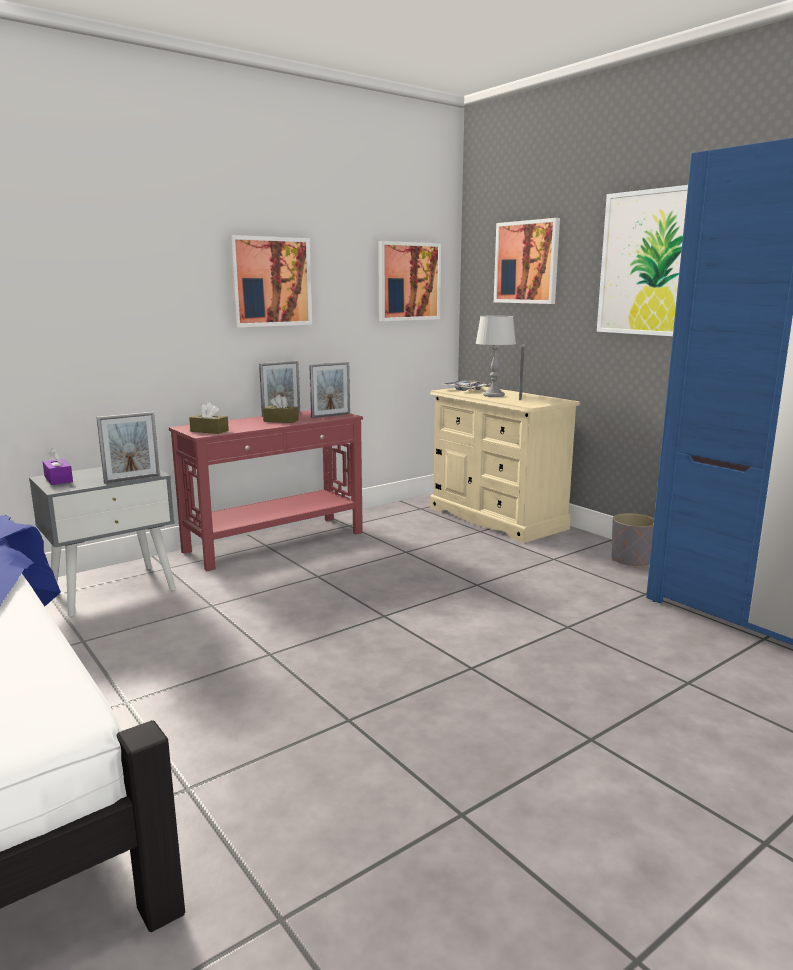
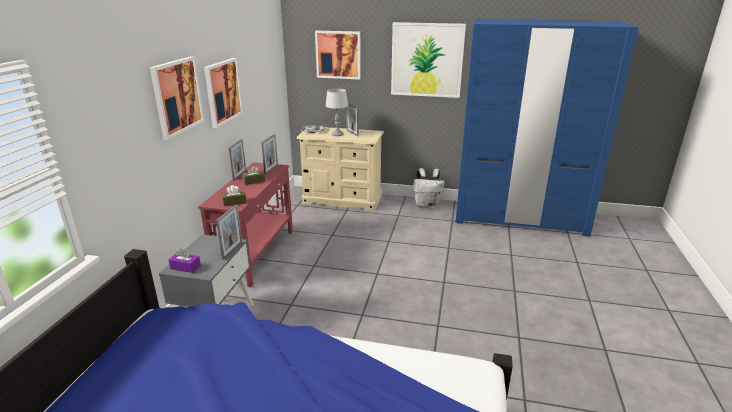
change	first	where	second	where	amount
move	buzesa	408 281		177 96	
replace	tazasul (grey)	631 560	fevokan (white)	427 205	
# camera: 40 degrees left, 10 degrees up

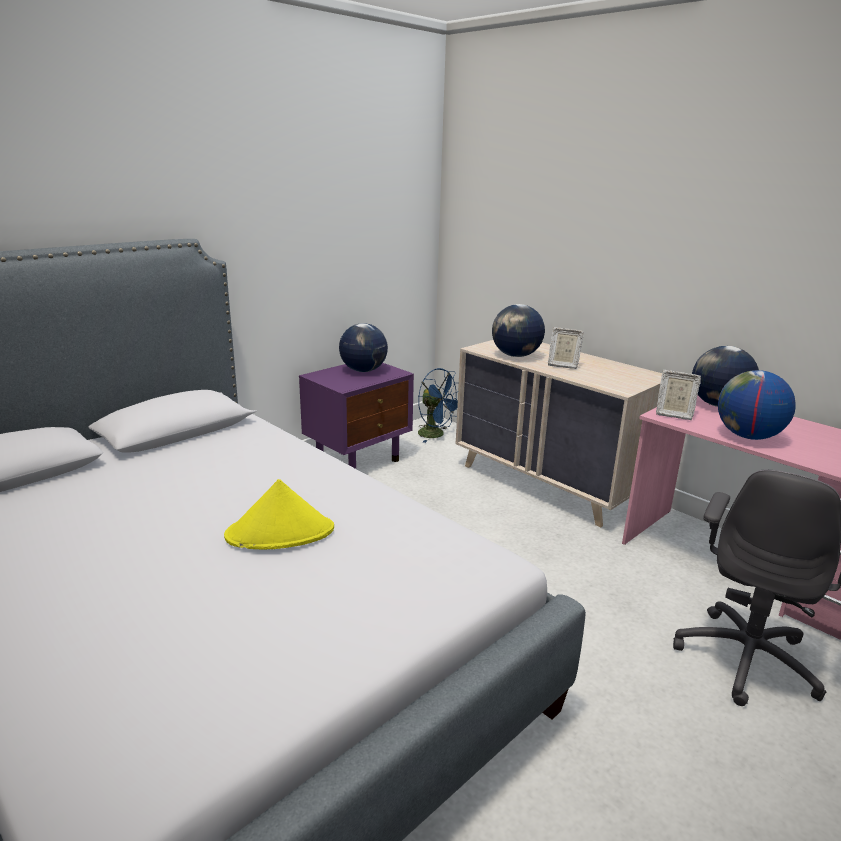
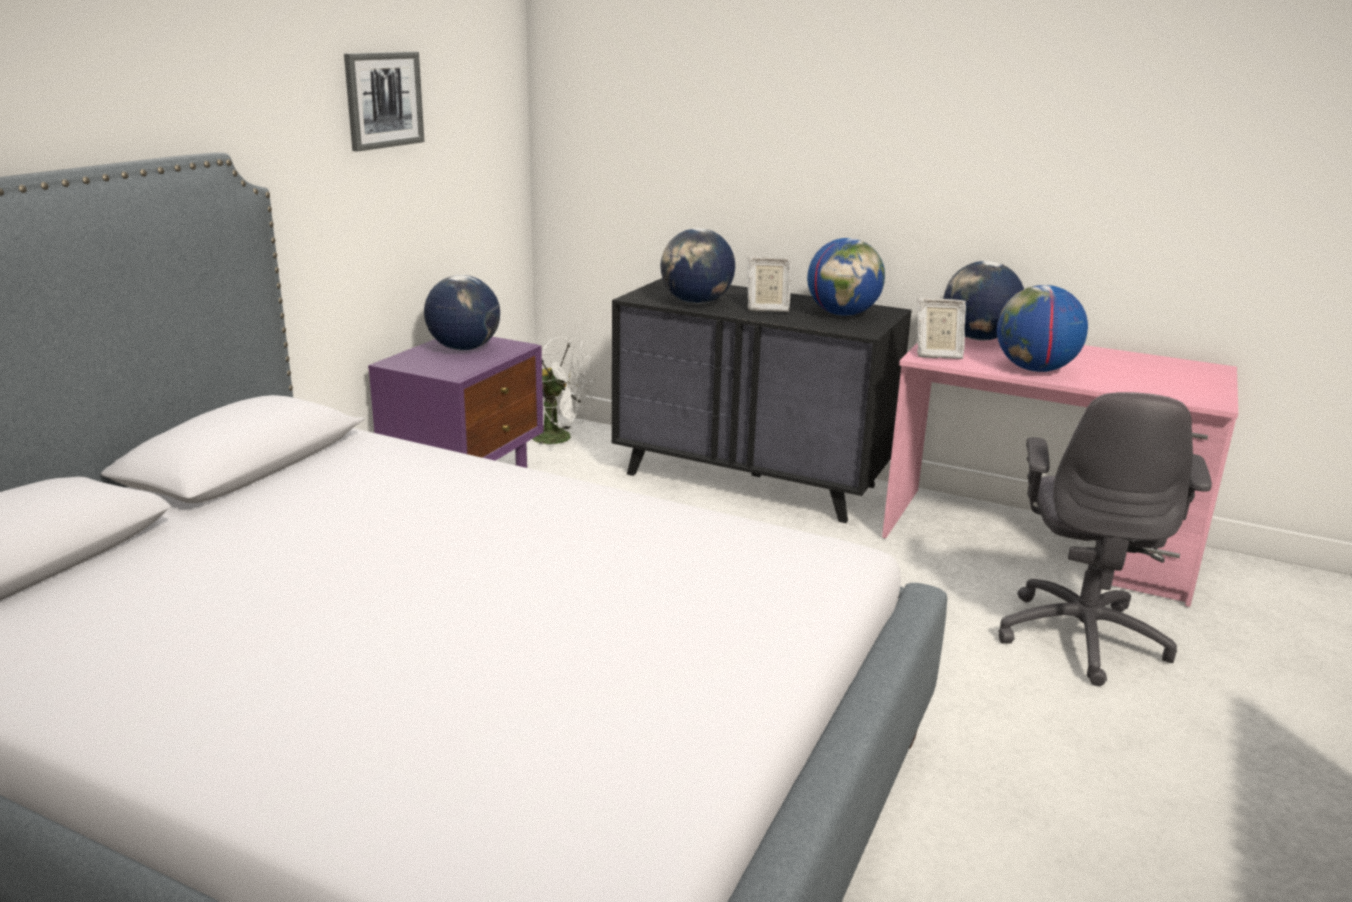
change	first	where	second	where	amount
delete	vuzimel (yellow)	281 533			
recolor	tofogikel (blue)	436 435	tofogikel (white)	560 438	
recolor	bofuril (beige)	549 483	bofuril (black)	752 480	
insert			buzesa	383 100	
insert			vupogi	843 314	
# camera: 20 degrees left, 0 degrees up

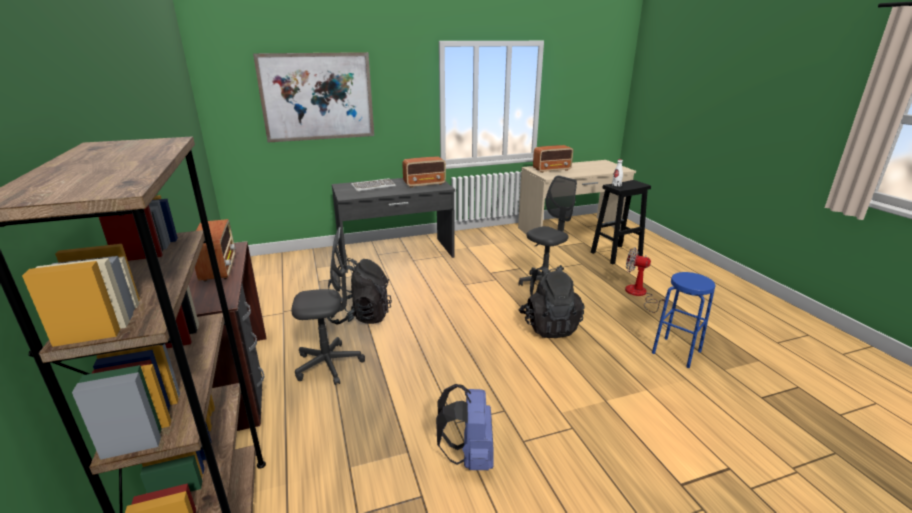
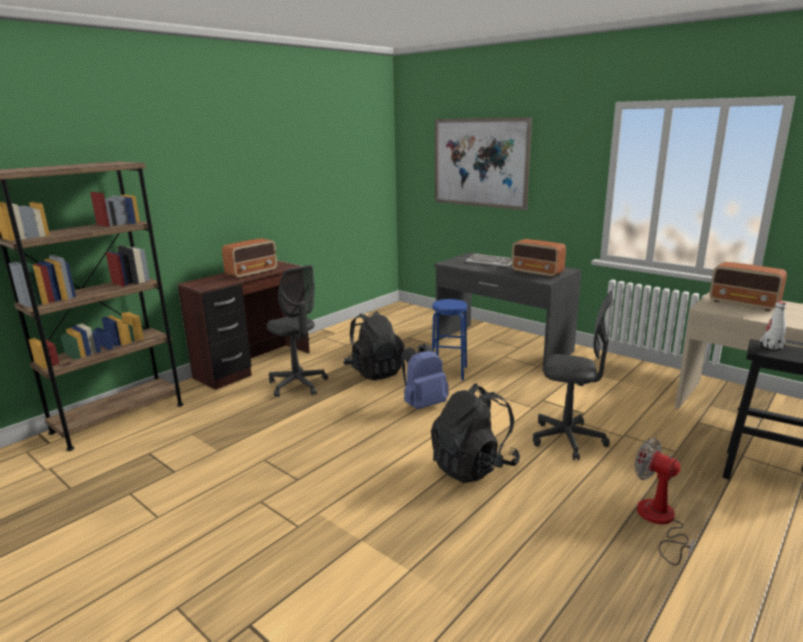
change	first	where	second	where	amount
move	fevokan (blue)	469 456		423 404	
rotate	tofogikel	639 295		659 521	45 degrees counterclockwise
move	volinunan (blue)	676 352		449 372	
# camera: 60 degrees right, 5 degrees down

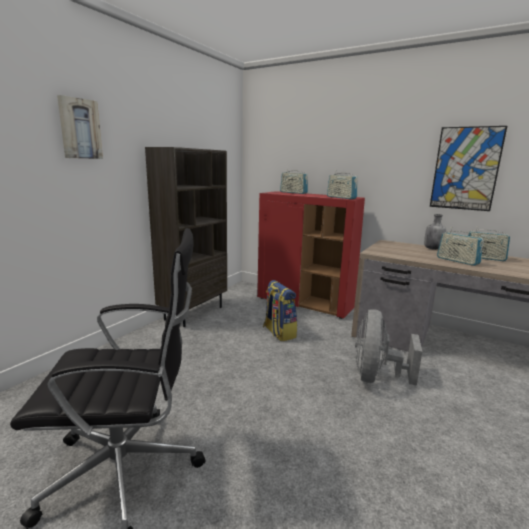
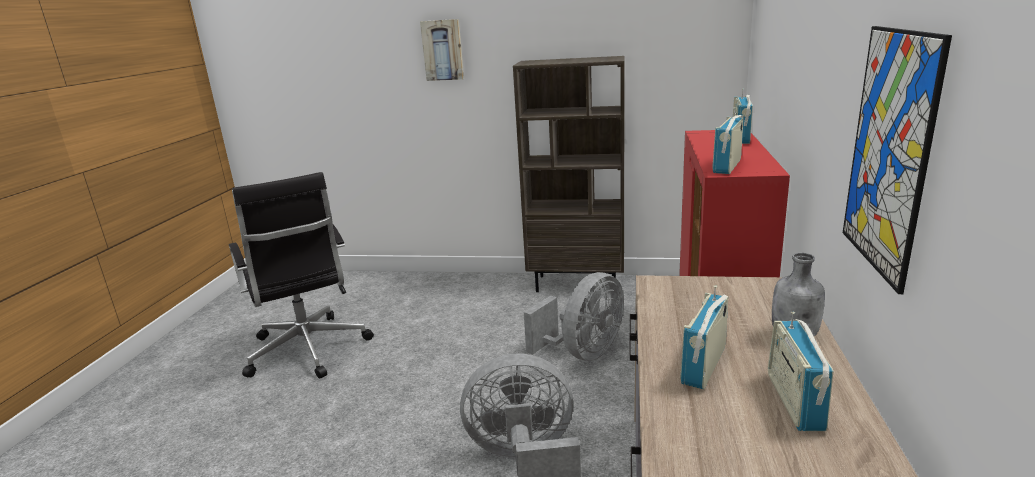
change	first	where	second	where	amount
replace	fevokan	278 333	tofogikel (grey)	583 352	
# camera: 70 degrees right, 5 degrees up

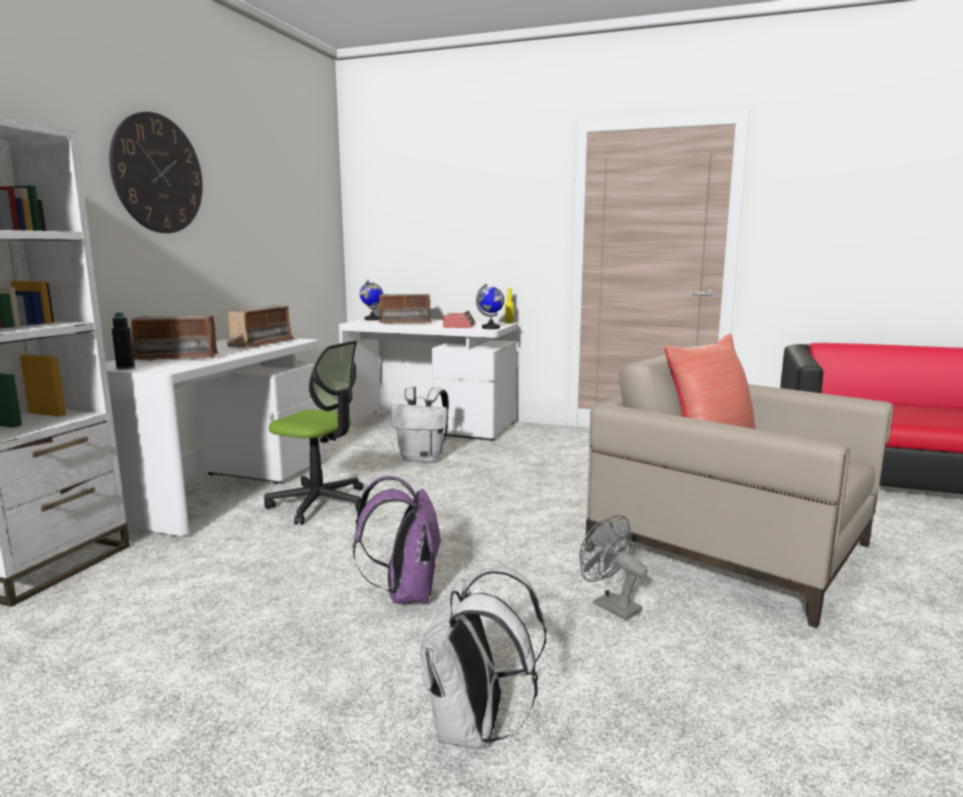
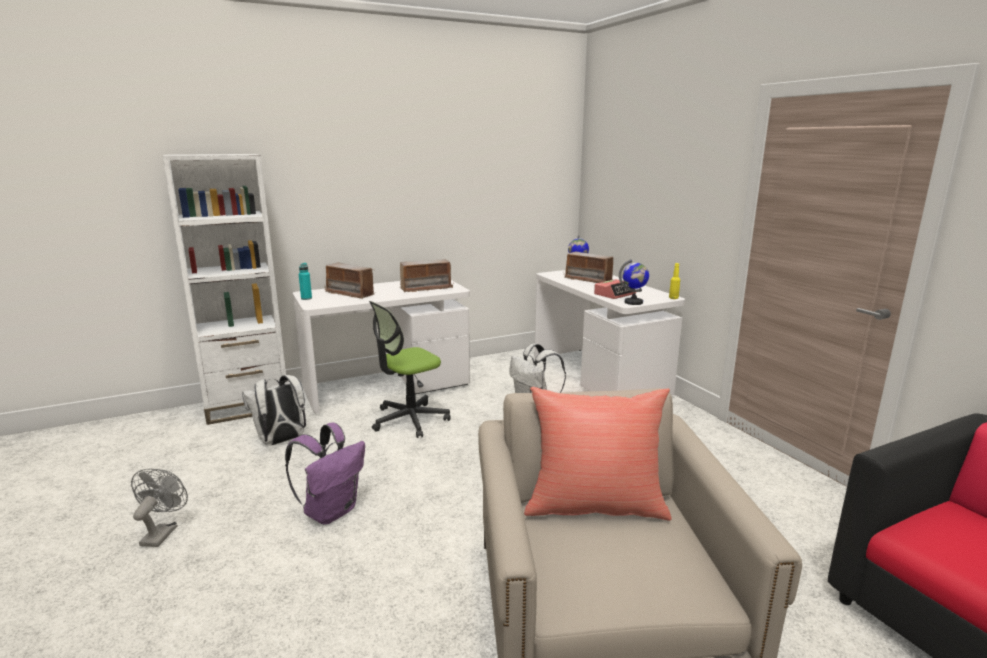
change	first	where	second	where	amount
delete	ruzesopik	158 174			
recolor	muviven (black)	125 368	muviven (turquoise)	306 298	
rotate	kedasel	320 503		409 420	75 degrees clockwise
move	fevokan (white)	474 729		281 441	
move	tofogikel (grey)	610 605		162 532	
# camera: 45 degrees right, 5 degrees up

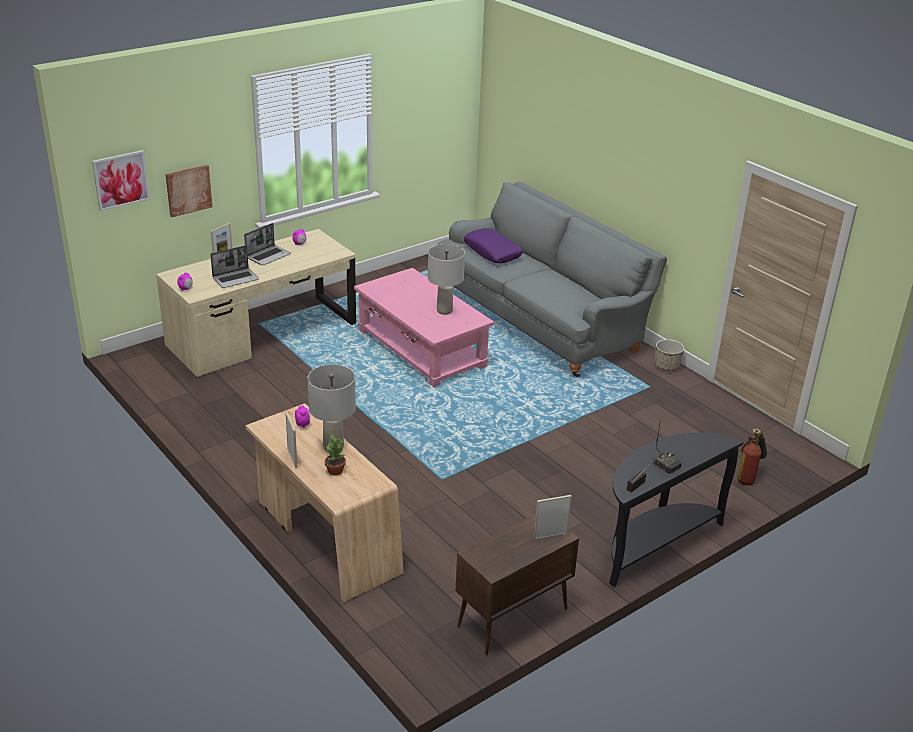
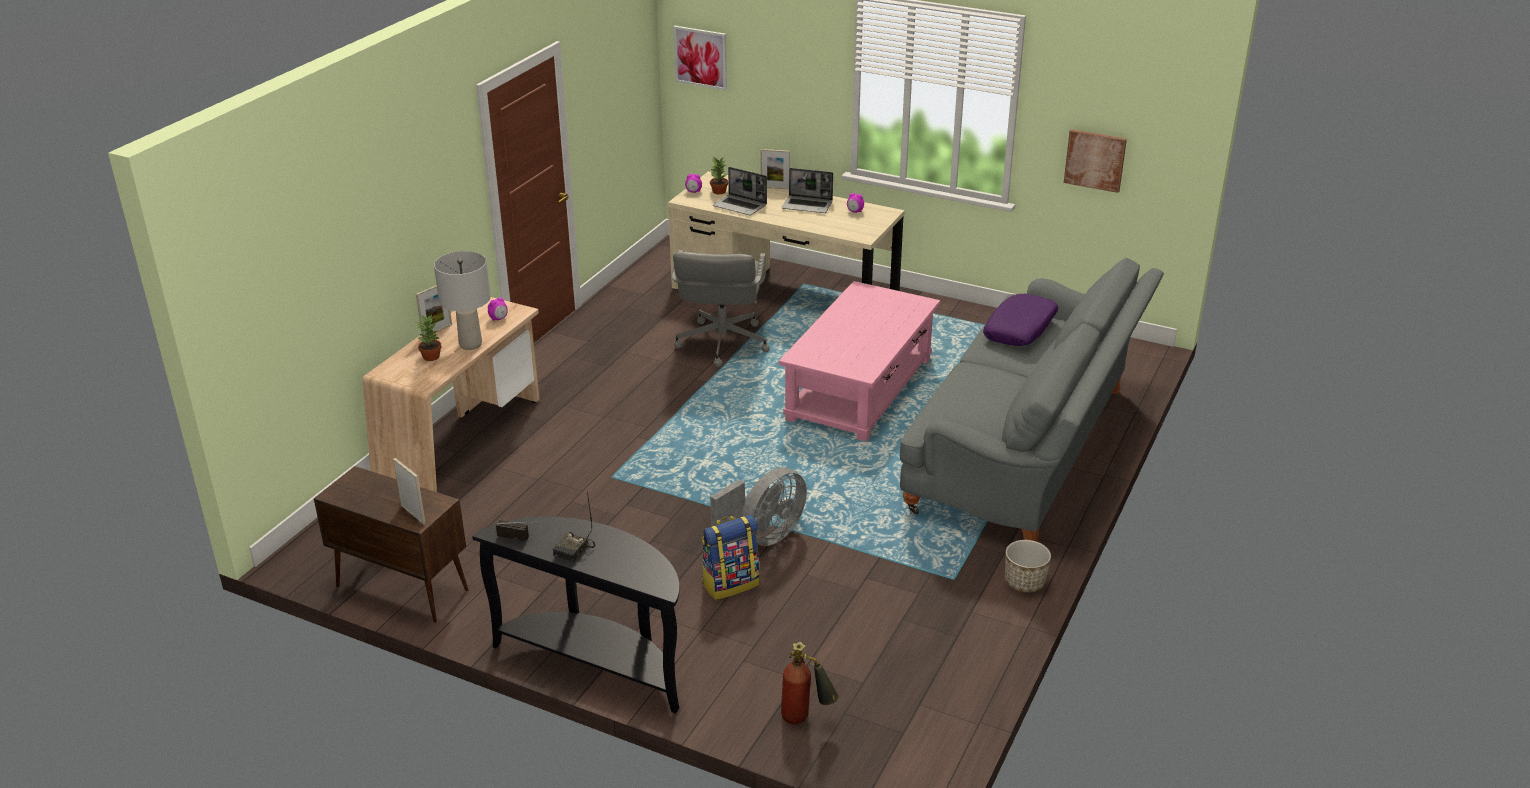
change	first	where	second	where	amount
move	buzesa	188 190		1095 160	
delete	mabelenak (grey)	444 310			
insert			kedasel (grey)	721 343	
insert			fevokan	731 583	
insert			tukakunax	718 191	
insert			tofogikel (grey)	764 536	
# camera: 65 degrees right, 0 degrees up

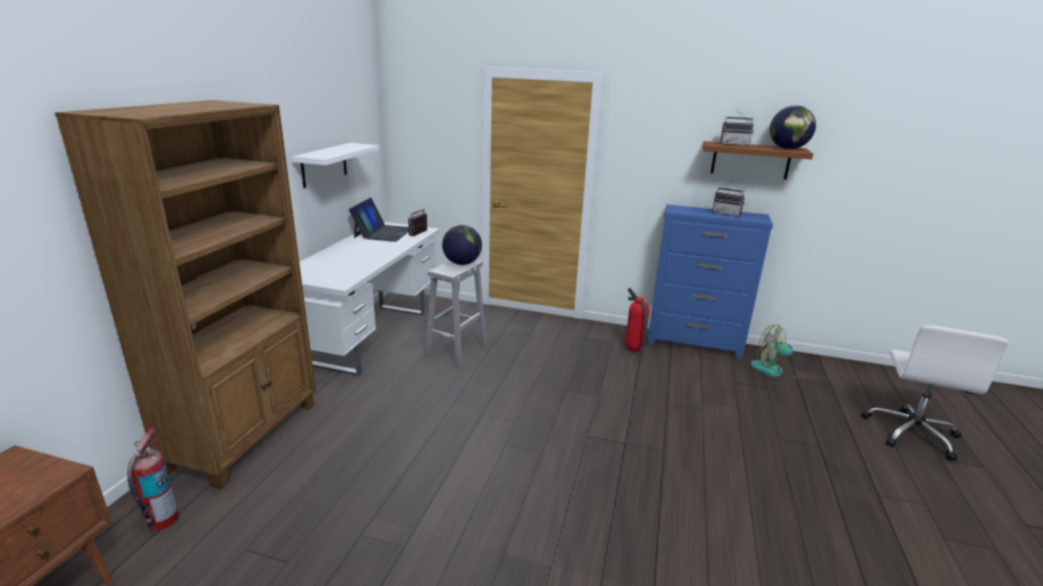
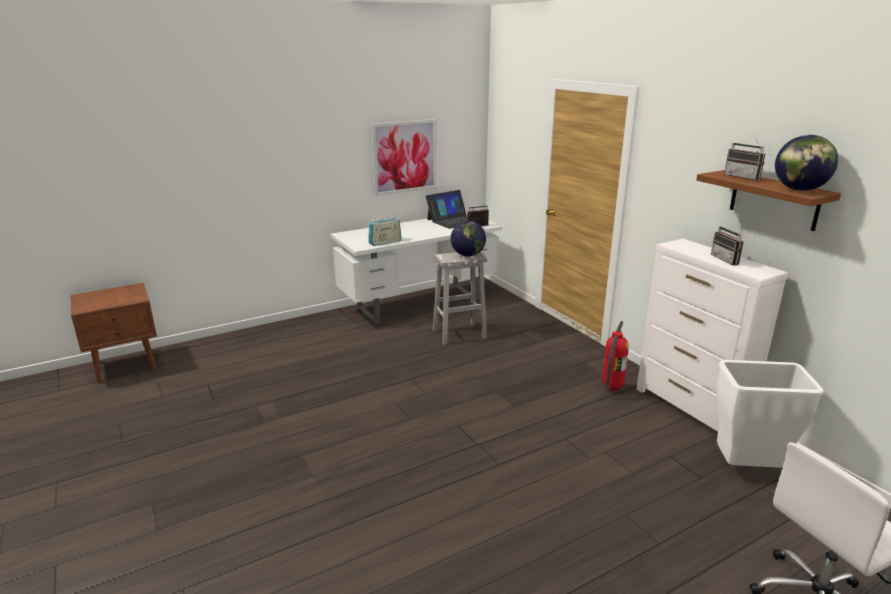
change	first	where	second	where	amount
delete	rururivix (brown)	246 435			
delete	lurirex	162 520			
replace	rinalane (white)	324 165	buzesa	405 157	
recolor	bofuril (blue)	694 344	bofuril (white)	690 410	
replace	tofogikel	774 370	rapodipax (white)	745 469	
insert			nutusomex	385 242	
# camera: 45 degrees right, 0 degrees up

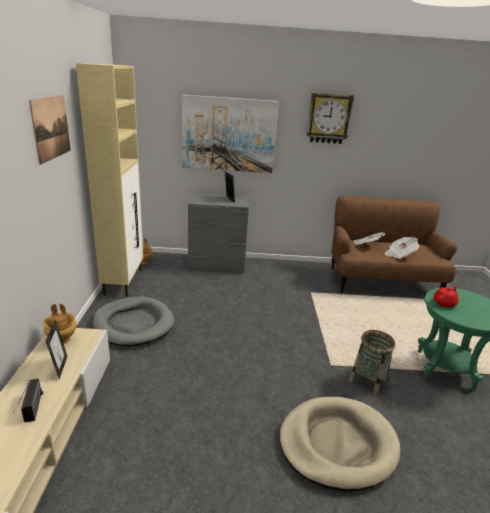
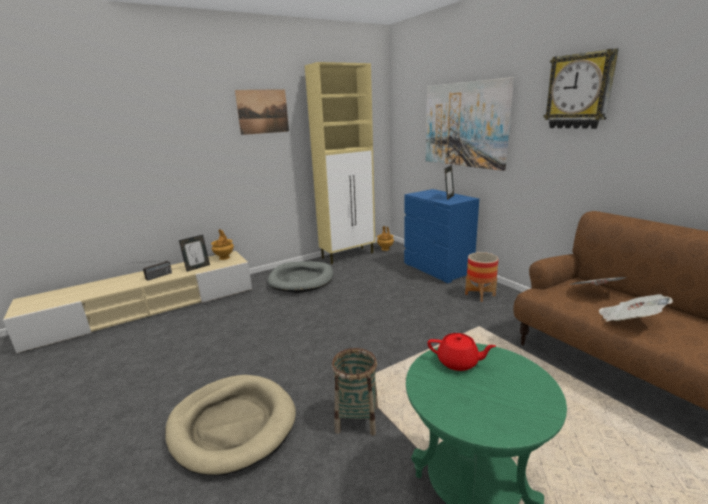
change	first	where	second	where	amount
recolor	bofuril (grey)	217 264	bofuril (blue)	438 269	
insert			tazasul	480 295	
# camera: 60 degrees right, 5 degrees down

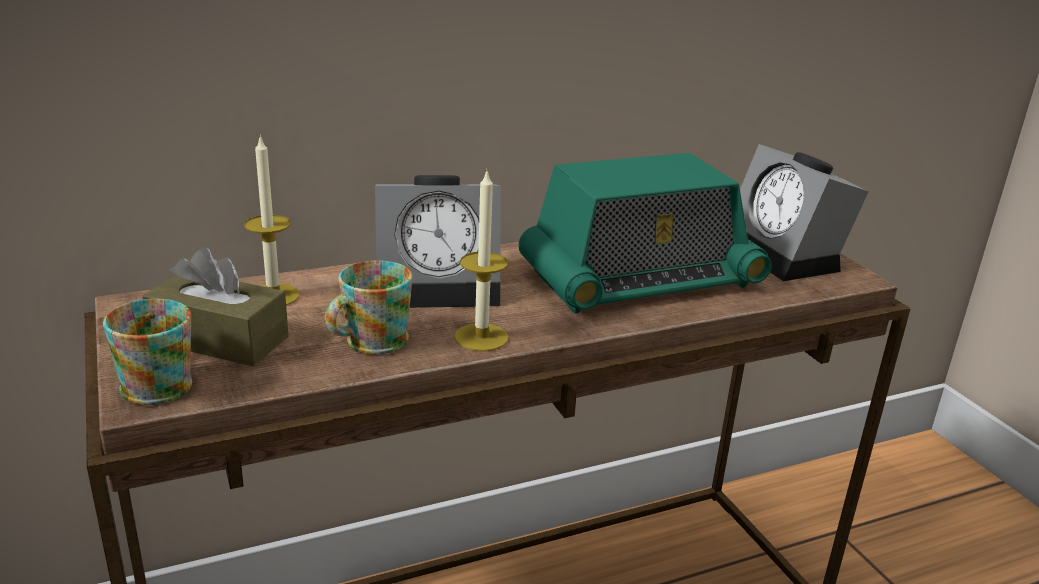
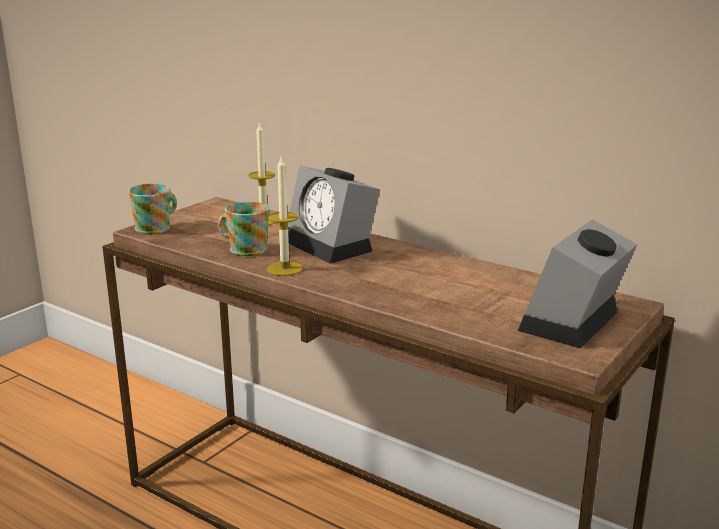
change	first	where	second	where	amount
delete	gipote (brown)	219 339			
delete	nutusomex	640 279			
# camera: 60 degrees right, 5 degrees down

